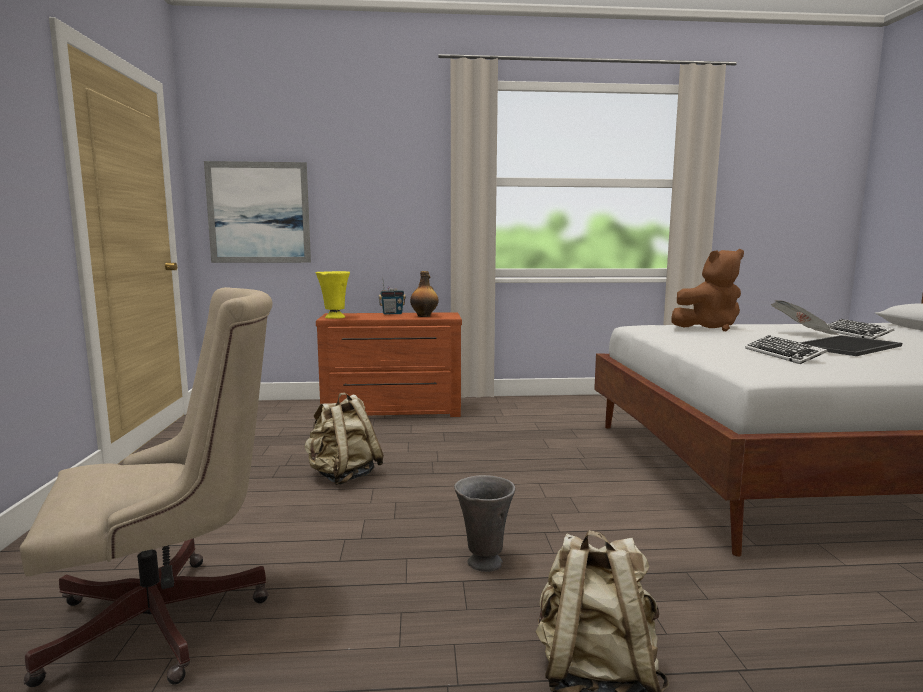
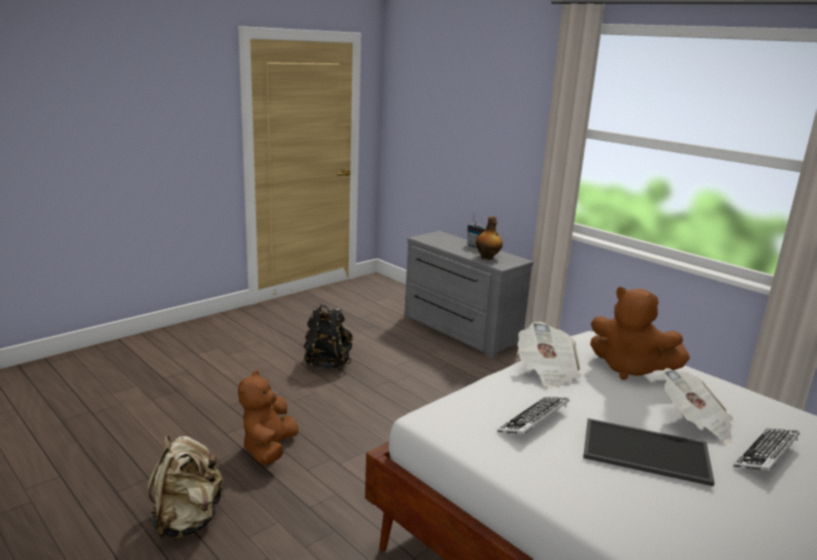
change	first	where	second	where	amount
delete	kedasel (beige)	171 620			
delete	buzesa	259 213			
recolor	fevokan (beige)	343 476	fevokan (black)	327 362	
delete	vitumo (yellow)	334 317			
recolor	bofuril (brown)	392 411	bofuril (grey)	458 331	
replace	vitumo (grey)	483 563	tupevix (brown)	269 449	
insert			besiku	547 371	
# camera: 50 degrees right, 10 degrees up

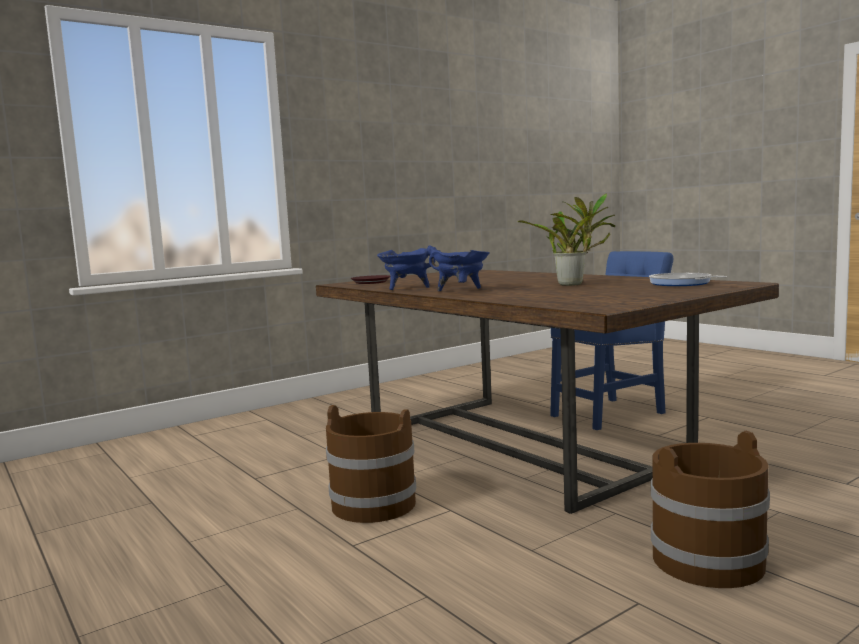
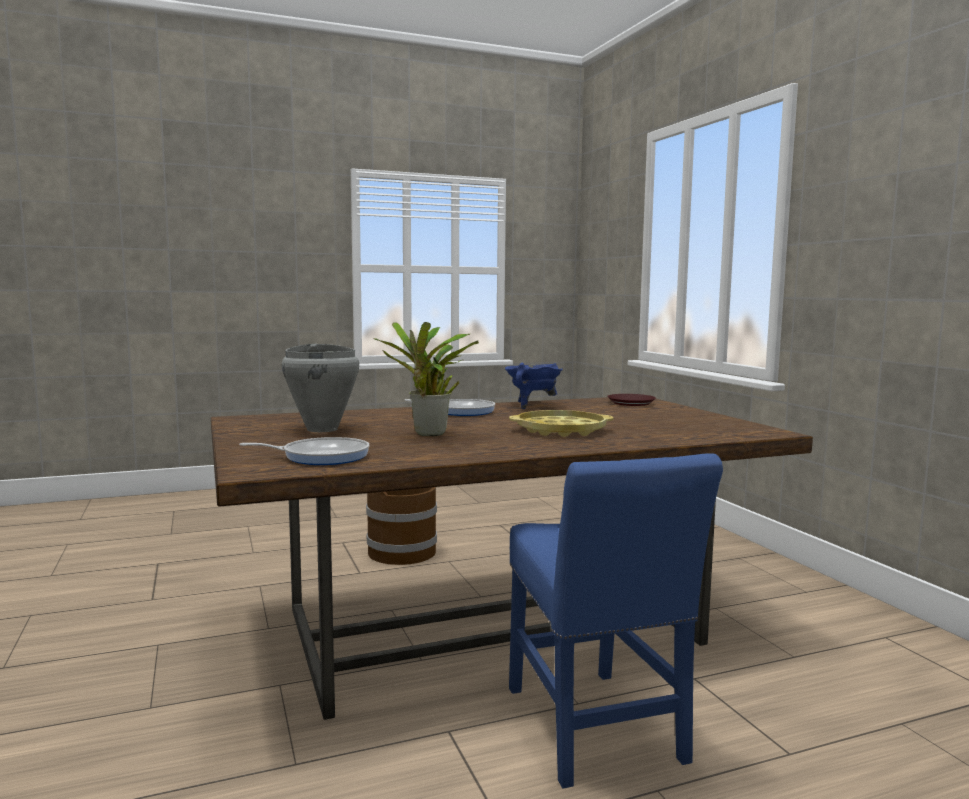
change	first	where	second	where	amount
replace	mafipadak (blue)	461 291	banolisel	460 411	
delete	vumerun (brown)	708 560			
insert			mafipadak (grey)	322 429	
insert			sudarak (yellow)	561 430	
# camera: 105 degrees right, 0 degrees up

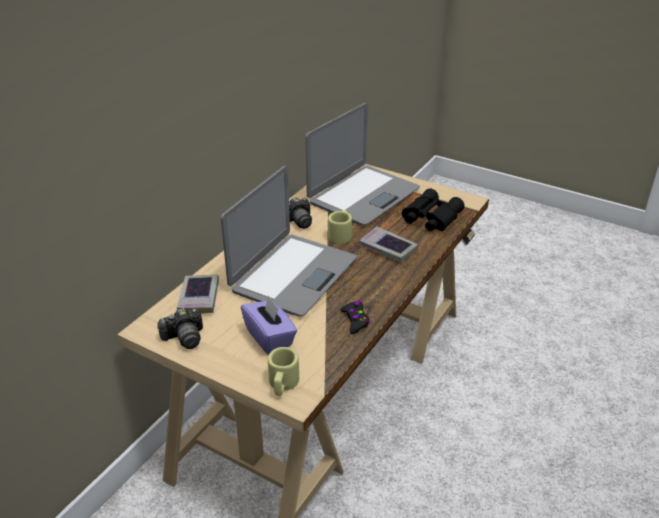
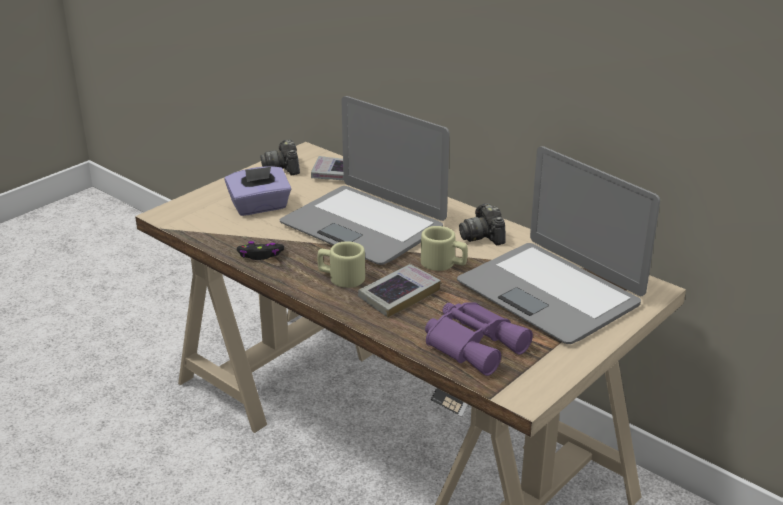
change	first	where	second	where	amount
move	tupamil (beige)	282 384		341 278	
recolor	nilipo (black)	429 217	nilipo (purple)	475 344	
# camera: 100 degrees right, 5 degrees down

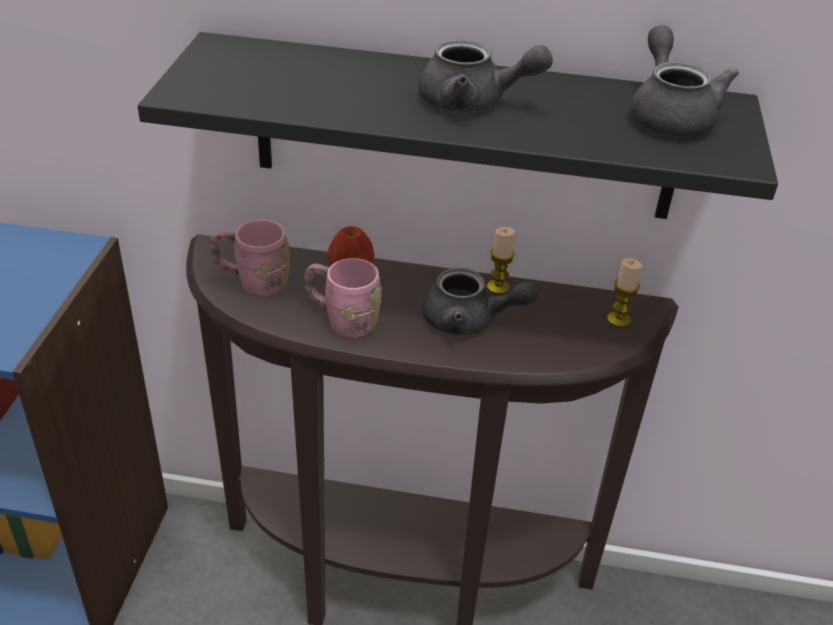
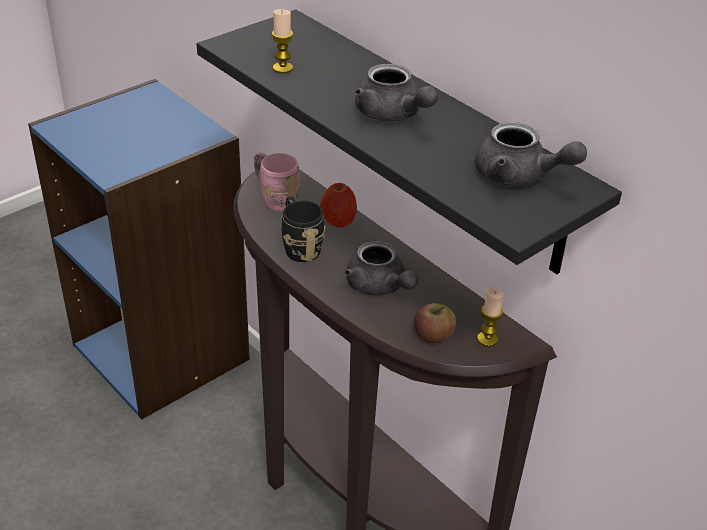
change	first	where	second	where	amount
recolor	tupamil (pink)	342 320	tupamil (black)	299 246	
move	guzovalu	498 287		282 68	
rotate	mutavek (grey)	669 115		519 176	90 degrees clockwise
insert			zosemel	433 335	
# camera: 40 degrees right, 0 degrees up

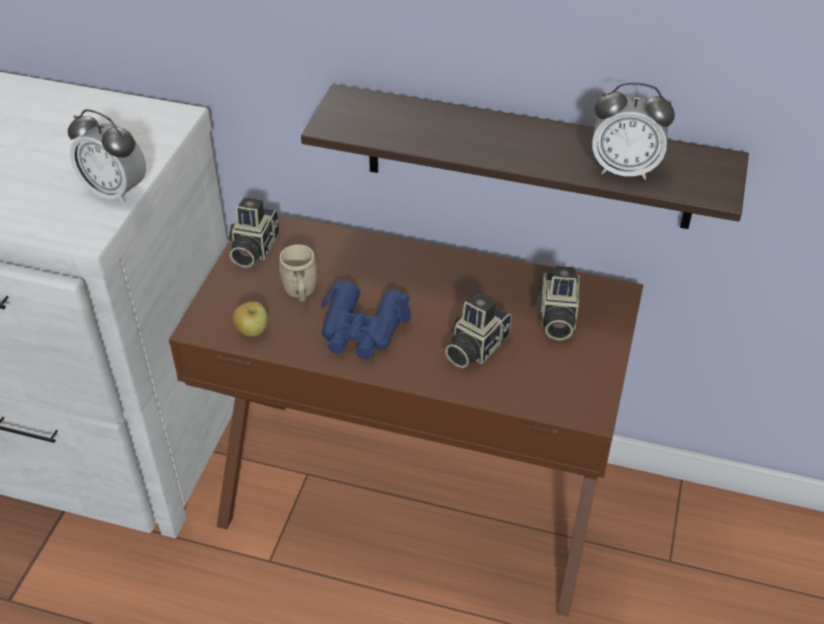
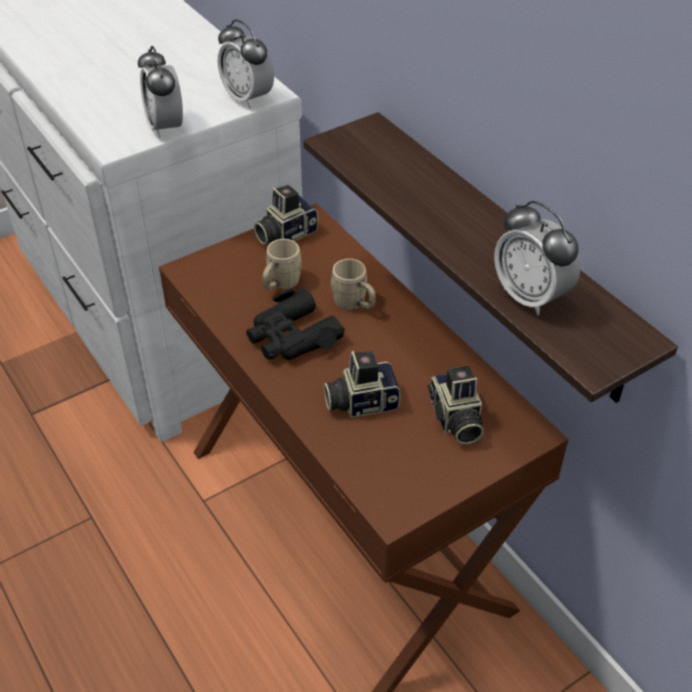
change	first	where	second	where	amount
delete	zosemel	252 331			
recolor	nilipo (blue)	362 330	nilipo (black)	292 337	
rotate	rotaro	556 318		455 420	60 degrees counterclockwise
insert			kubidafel	248 98	
insert			tupamil (beige)	354 304	
# camera: 40 degrees right, 0 degrees up

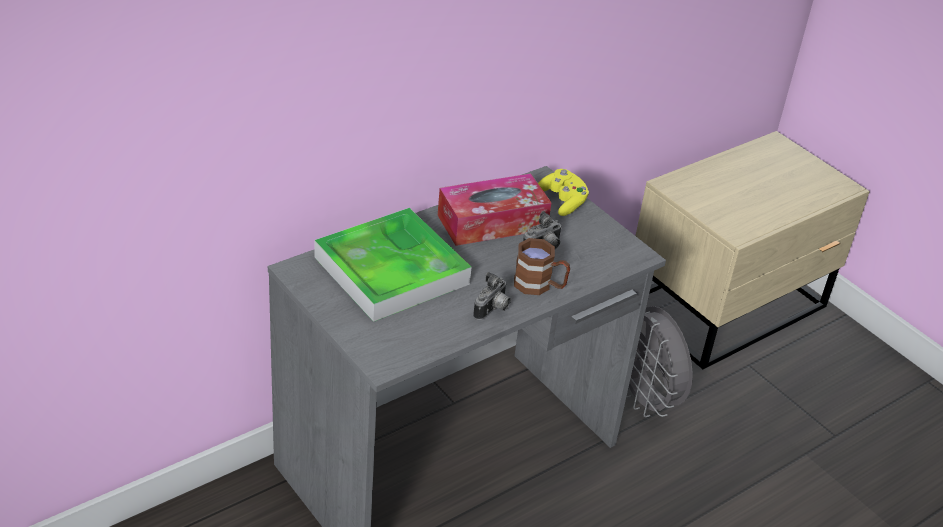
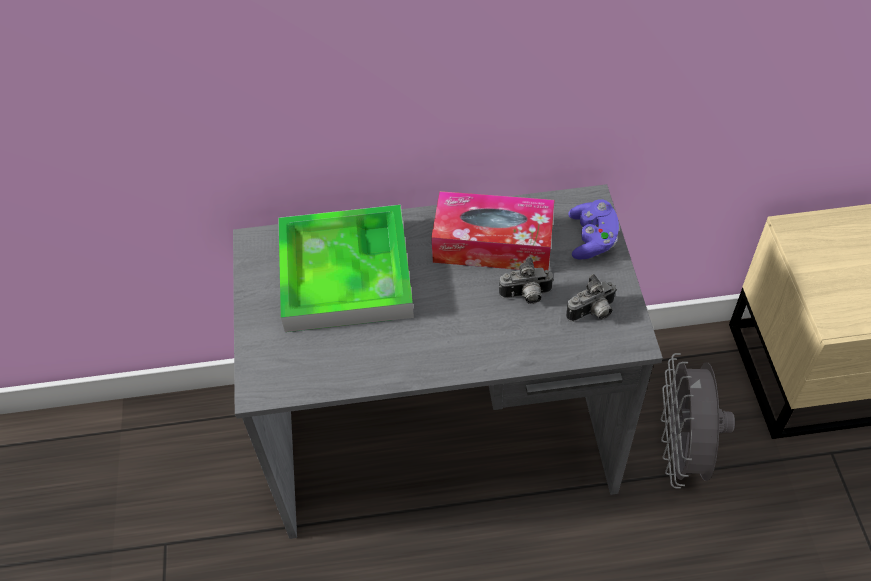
change	first	where	second	where	amount
move	rotaro	493 310		592 313	
delete	tupamil (brown)	539 286			
recolor	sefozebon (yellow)	563 201	sefozebon (purple)	592 239	
# camera: 35 degrees right, 15 degrees up

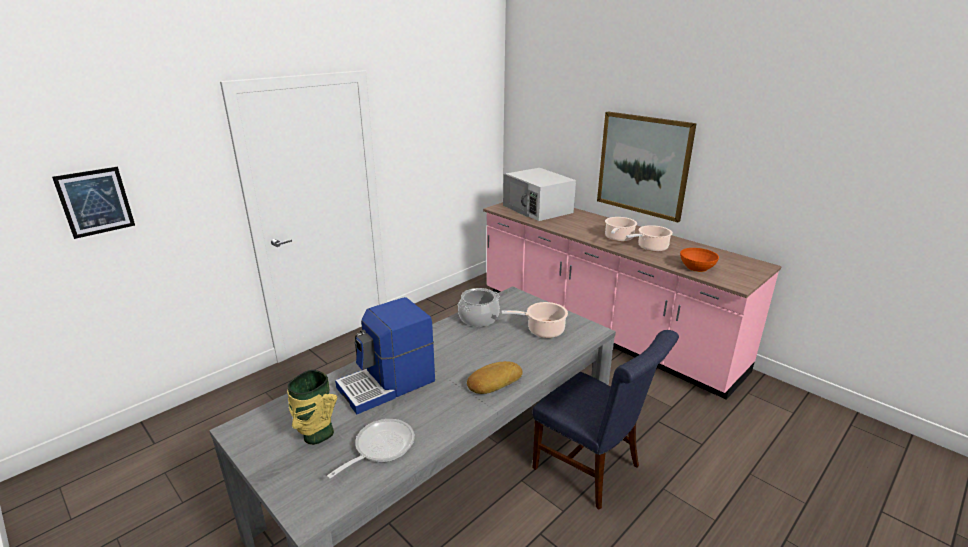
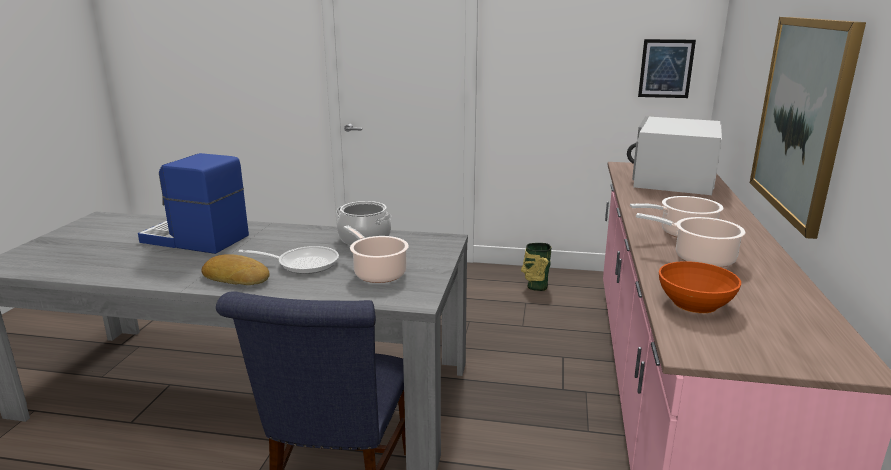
change	first	where	second	where	amount
move	buzesa	95 202		666 68	
move	vitumo	316 435		536 286	
move	banolisel	380 447		303 263	
# camera: 55 degrees right, 5 degrees down

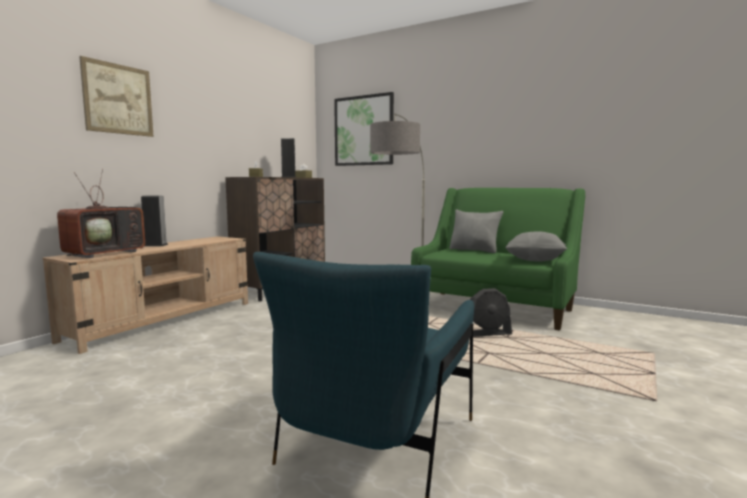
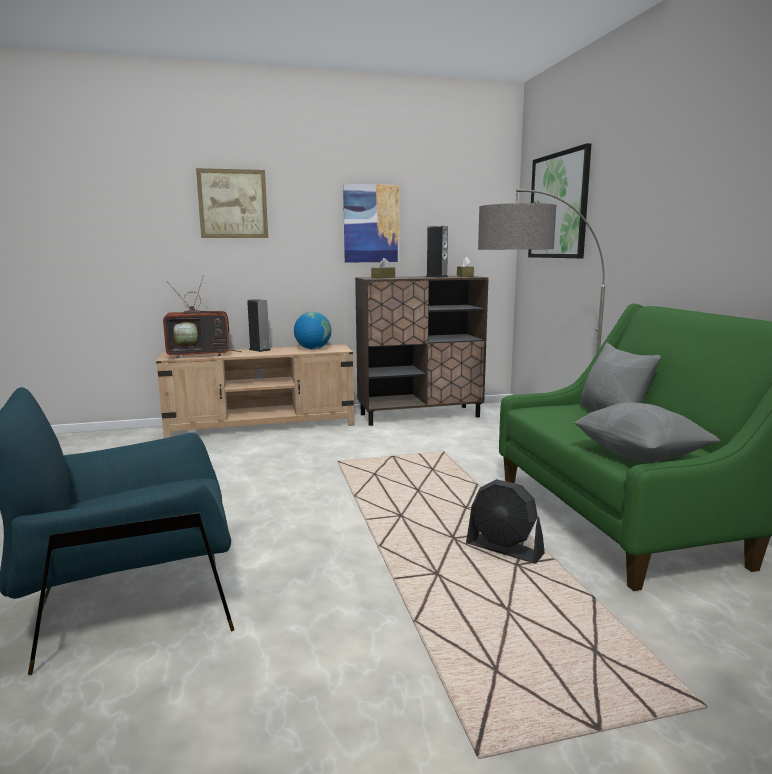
change	first	where	second	where	amount
insert			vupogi	313 349	
insert			buzesa	371 224	
# camera: 45 degrees right, 5 degrees up

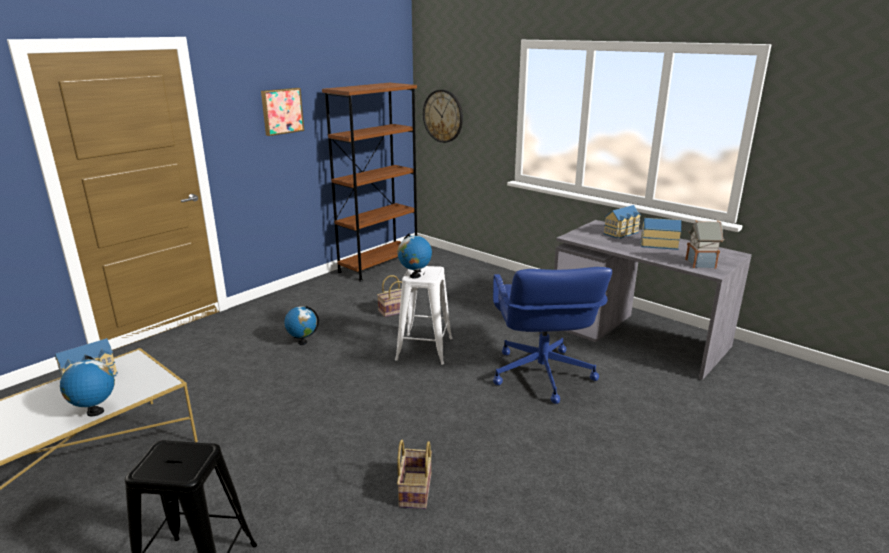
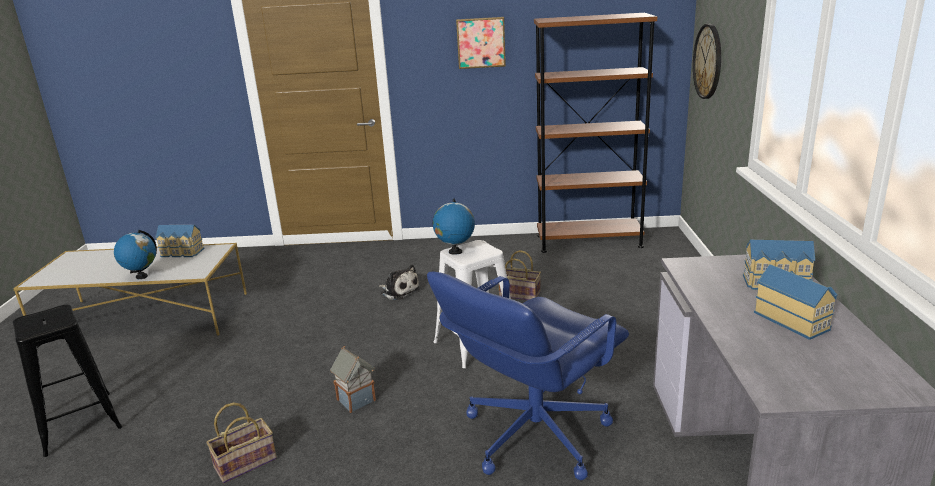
change	first	where	second	where	amount
replace	vupogi	302 342	tupevix	399 291	
move	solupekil	701 263		357 400	
# camera: 50 degrees right, 0 degrees up

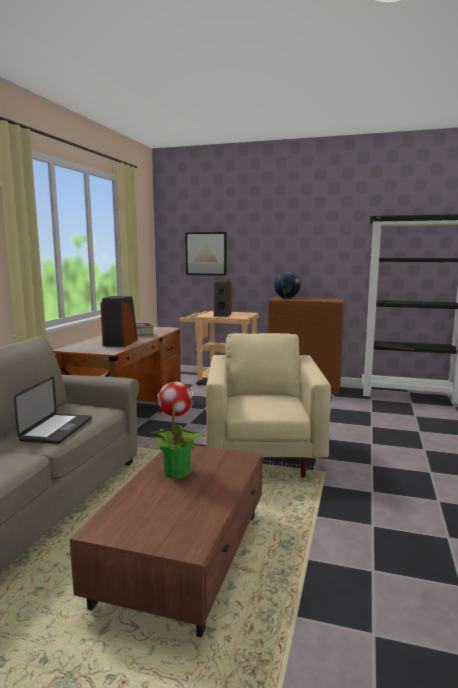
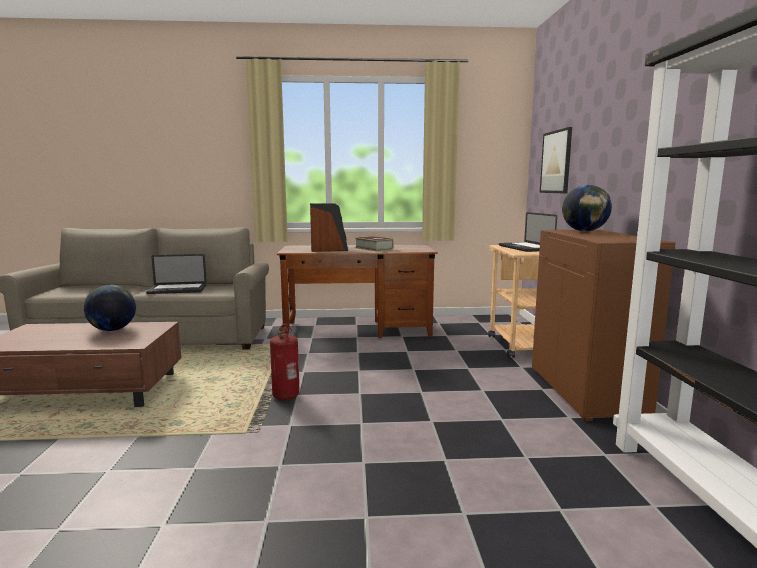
change	first	where	second	where	amount
replace	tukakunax	177 471	vupogi	112 330	
replace	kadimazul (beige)	263 455	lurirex	286 395	
replace	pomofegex	222 314	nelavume	525 248	
# camera: 70 degrees right, 0 degrees up

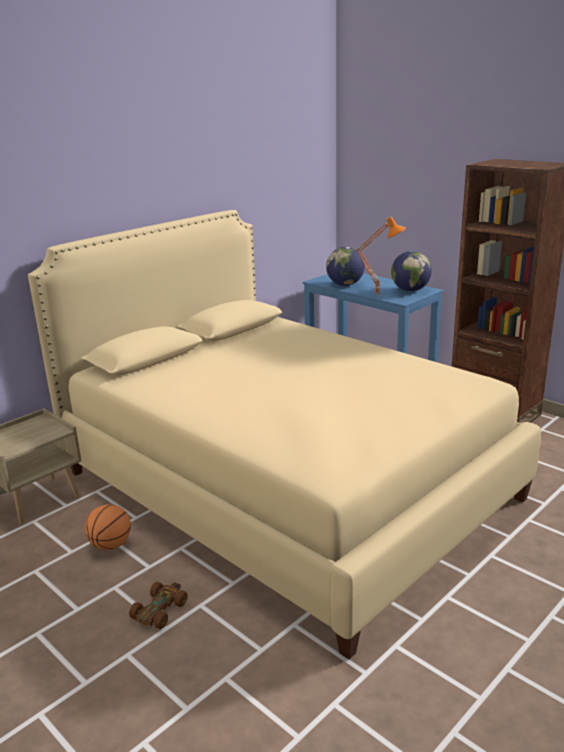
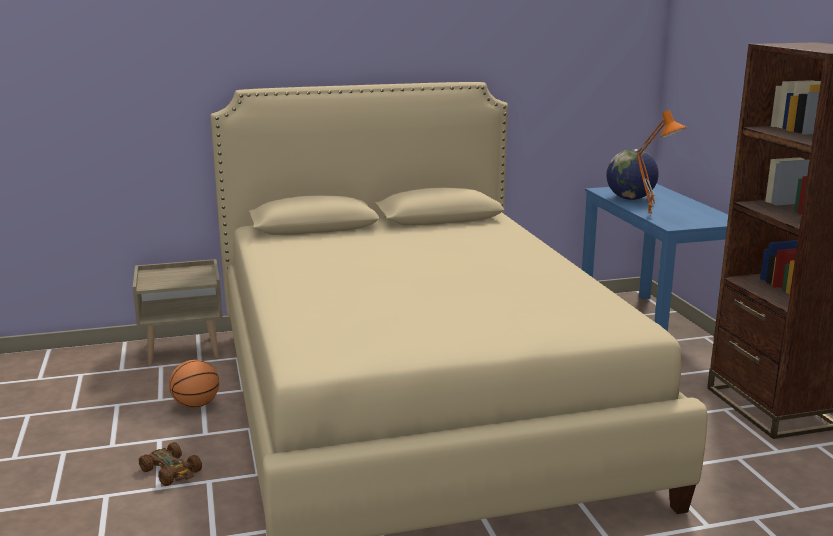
change	first	where	second	where	amount
rotate	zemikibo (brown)	159 610		172 471	75 degrees clockwise
delete	vupogi	410 290			
# camera: 30 degrees right, 5 degrees down

